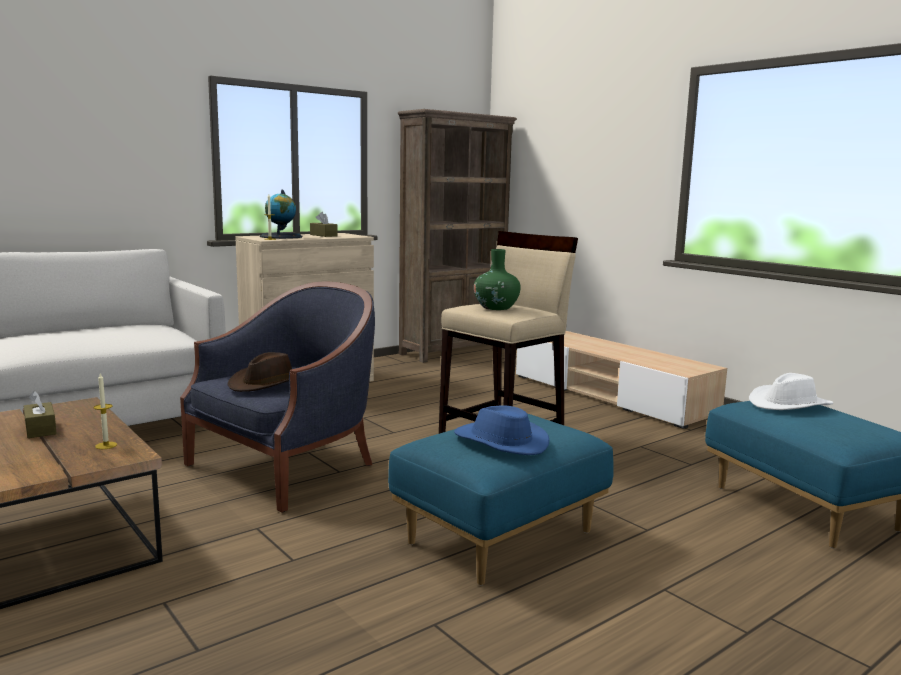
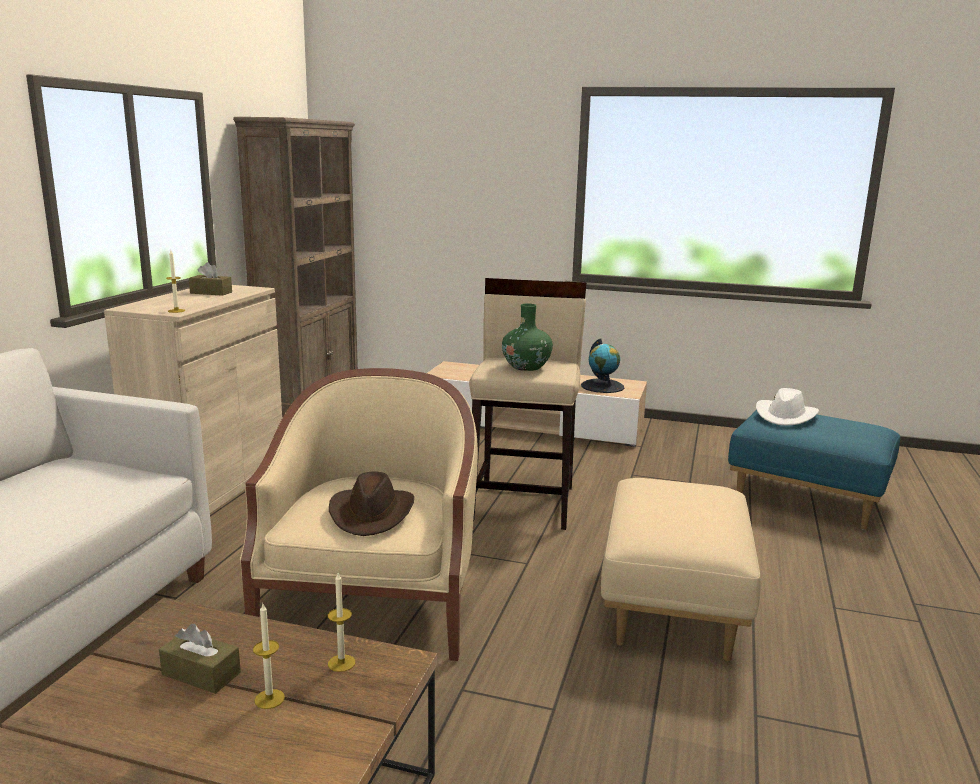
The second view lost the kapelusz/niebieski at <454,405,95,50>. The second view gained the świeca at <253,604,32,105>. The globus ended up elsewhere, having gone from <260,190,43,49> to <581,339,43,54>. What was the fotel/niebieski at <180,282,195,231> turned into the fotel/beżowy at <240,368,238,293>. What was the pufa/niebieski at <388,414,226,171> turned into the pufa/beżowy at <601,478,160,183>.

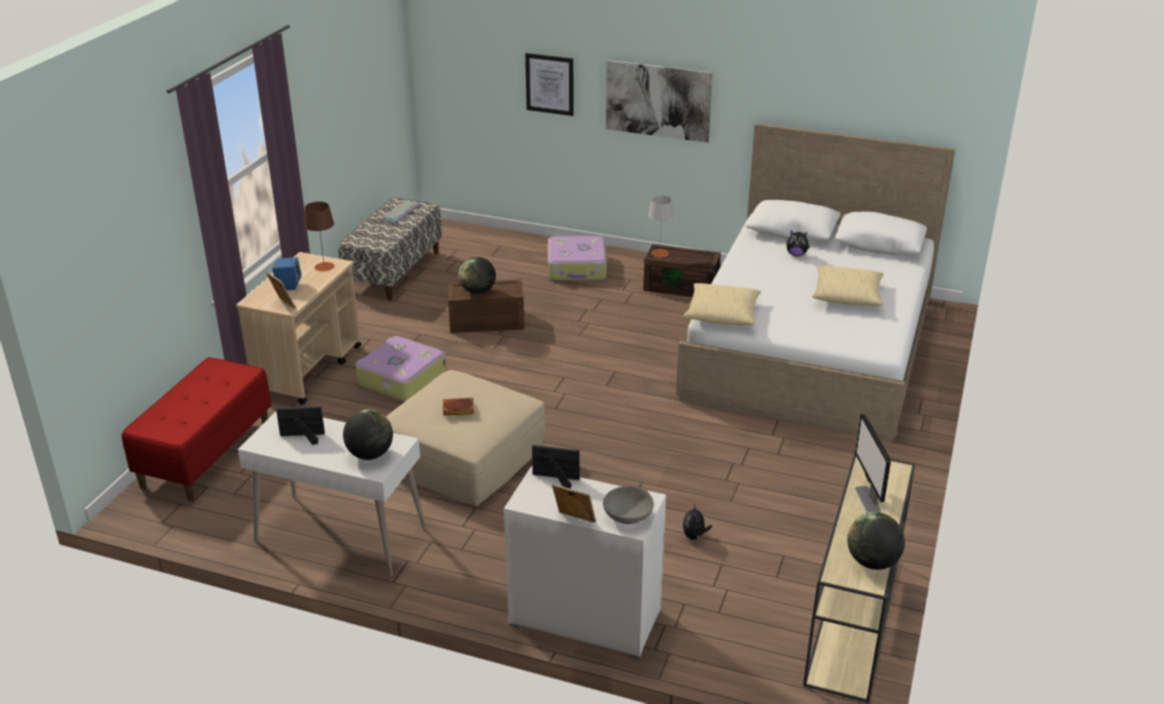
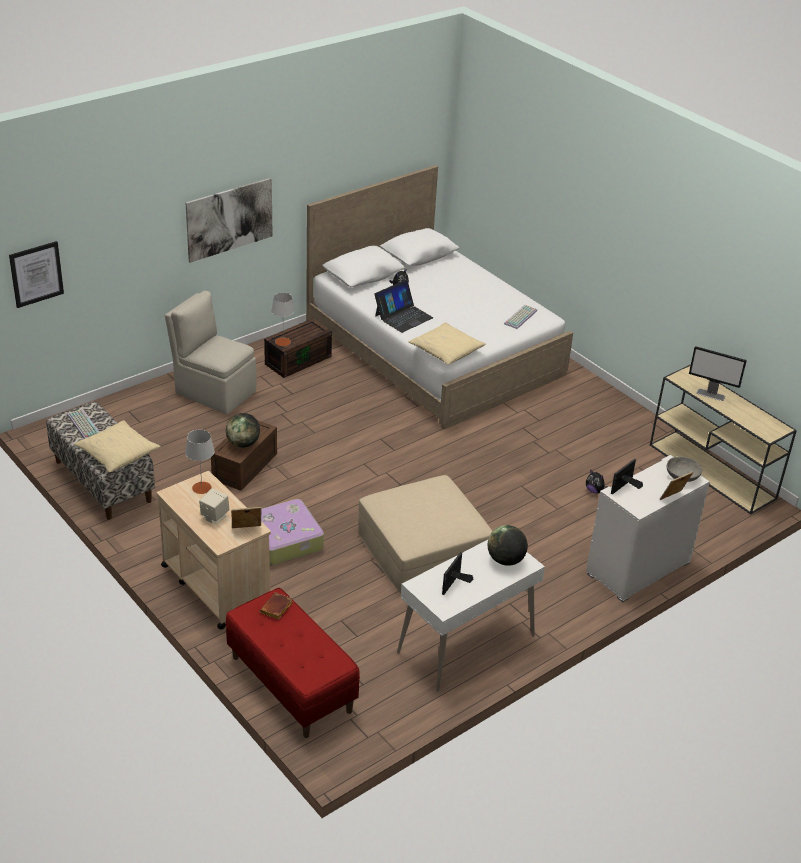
The second view lost the globus at <847,512,58,58>. The second view gained the laptop at <374,280,59,53>. The second view gained the klawiatura at <504,305,33,24>. The książka/brązowy ended up elsewhere, having gone from <443,398,31,18> to <260,592,33,28>. The obraz ended up elsewhere, having gone from <525,53,49,63> to <9,241,55,67>. The poduszka/beżowy ended up elsewhere, having gone from <812,266,71,40> to <74,420,87,52>. Where the walizka stood at <548,236,59,45>, the krzesło/beżowy came to stand at <165,291,92,123>. What was the głośnik/niebieski at <272,257,30,33> turned into the głośnik/beżowy at <199,488,31,36>. What was the lampa stołowa/brązowy at <304,202,30,69> turned into the lampa stołowa/szary at <185,429,29,65>.

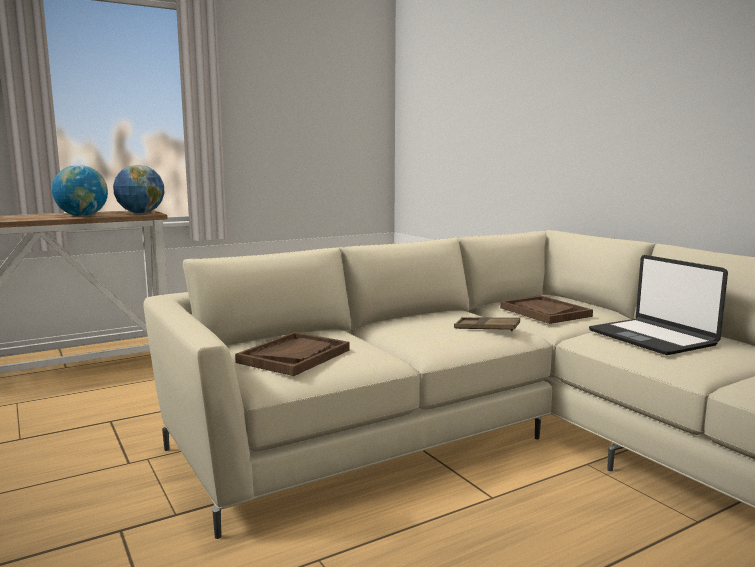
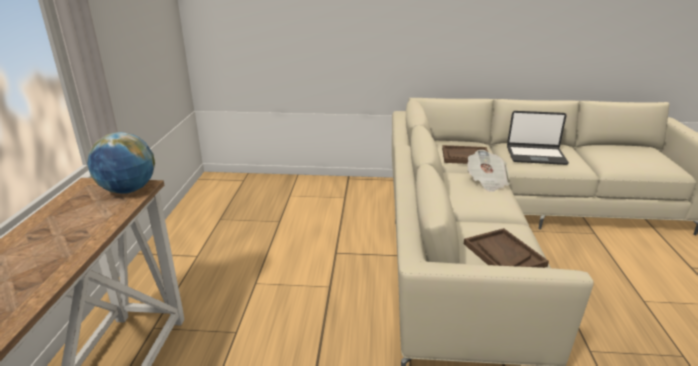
The second view lost the globus at <52,165,56,51>. Where the taca/brązowy stood at <454,317,66,14>, the gazeta came to stand at <467,150,43,42>.

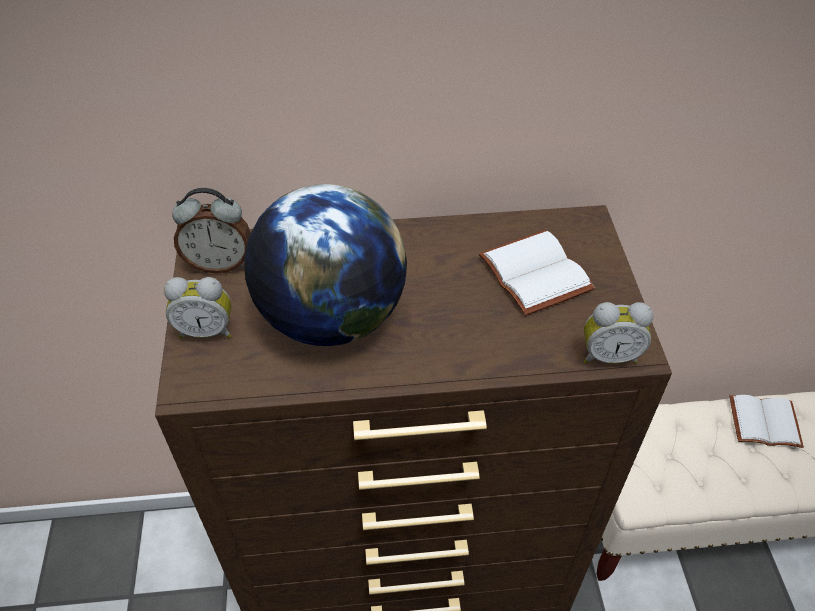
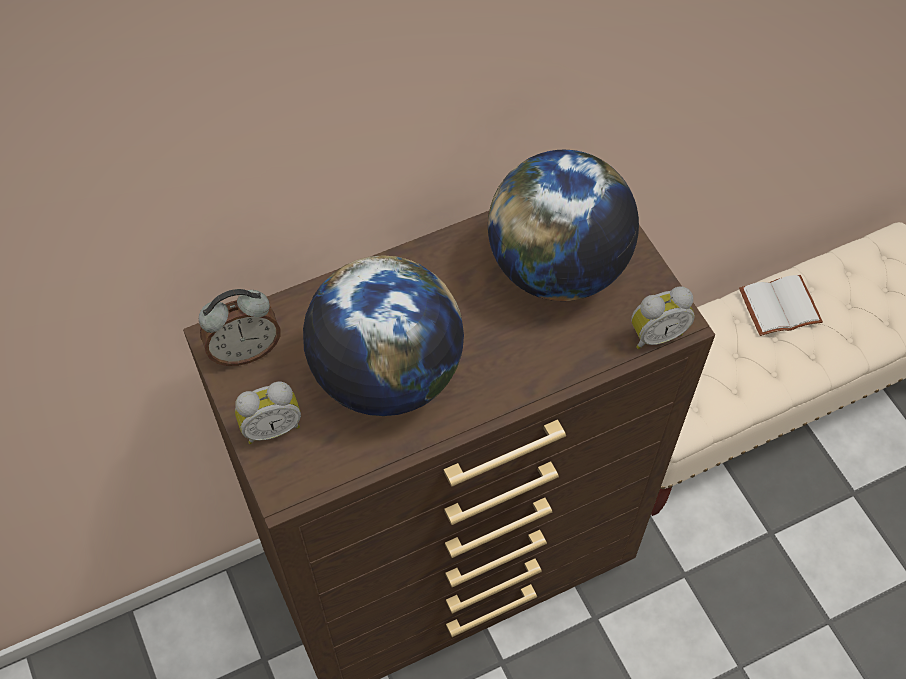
Where the książka/biały stood at <479,230,116,86>, the globus came to stand at <488,150,151,151>.

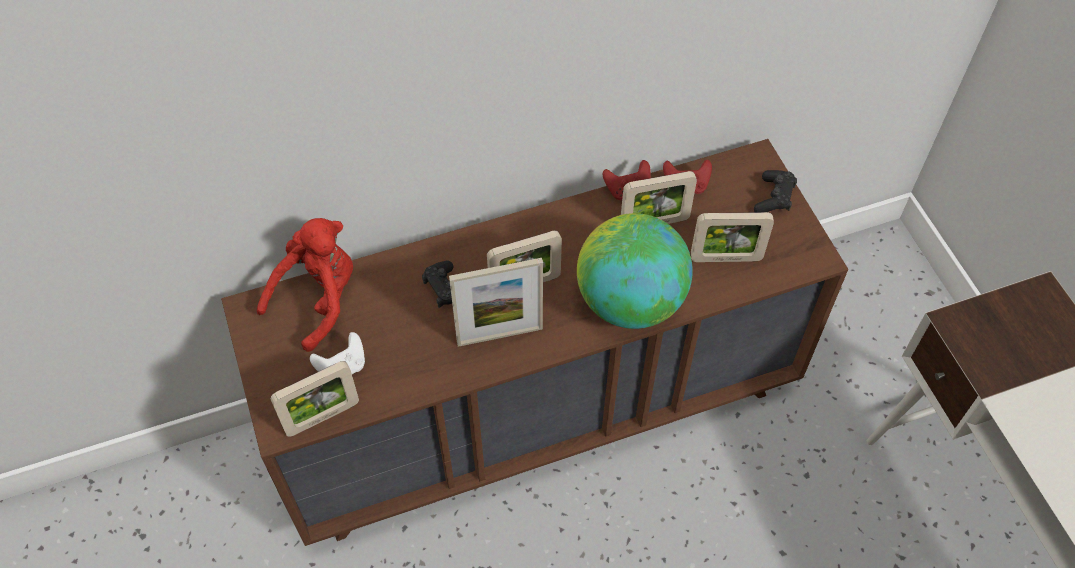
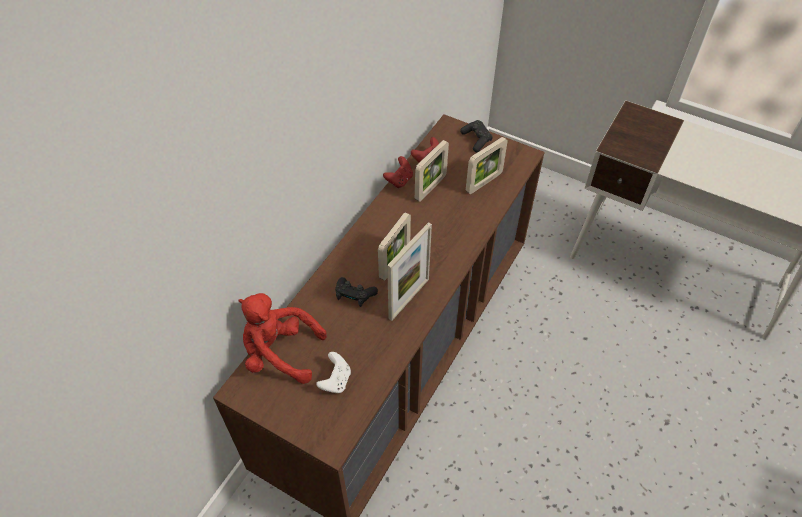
The second view lost the ramka na zdjęcie at <270,361,89,76>. The second view lost the globus at <577,213,116,116>. The pluszak/czerwony at <257,218,96,134> ended up facing another way, 75 degrees counterclockwise from before.

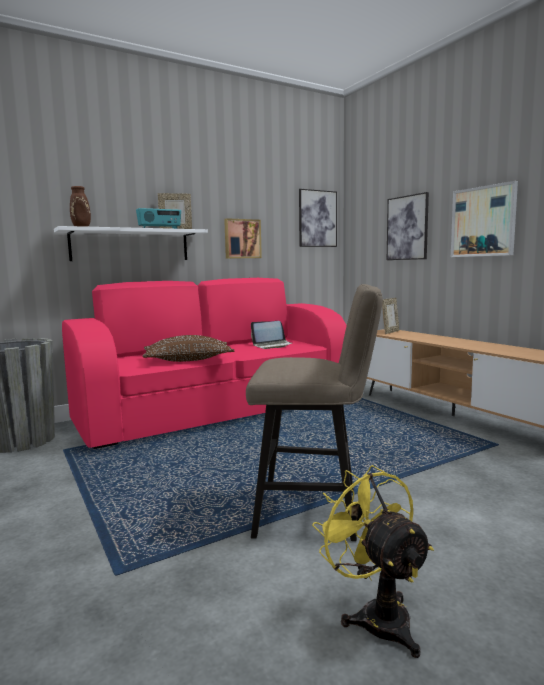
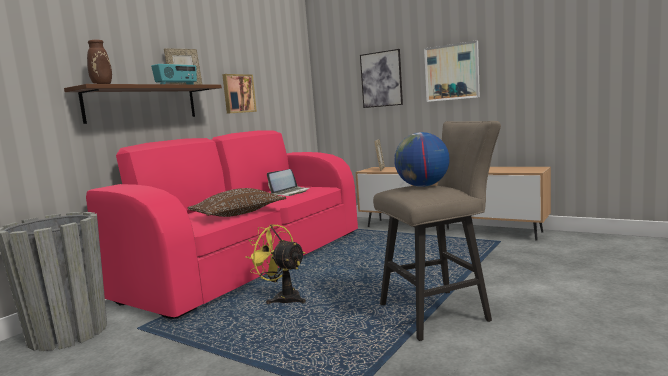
The second view lost the obraz at <299,189,38,58>. The second view gained the globus at <394,132,56,55>. The wentylator/żółty ended up elsewhere, having gone from <312,465,122,193> to <245,224,61,80>. What was the półka/biały at <54,226,154,35> turned into the półka/brązowy at <64,84,158,40>.

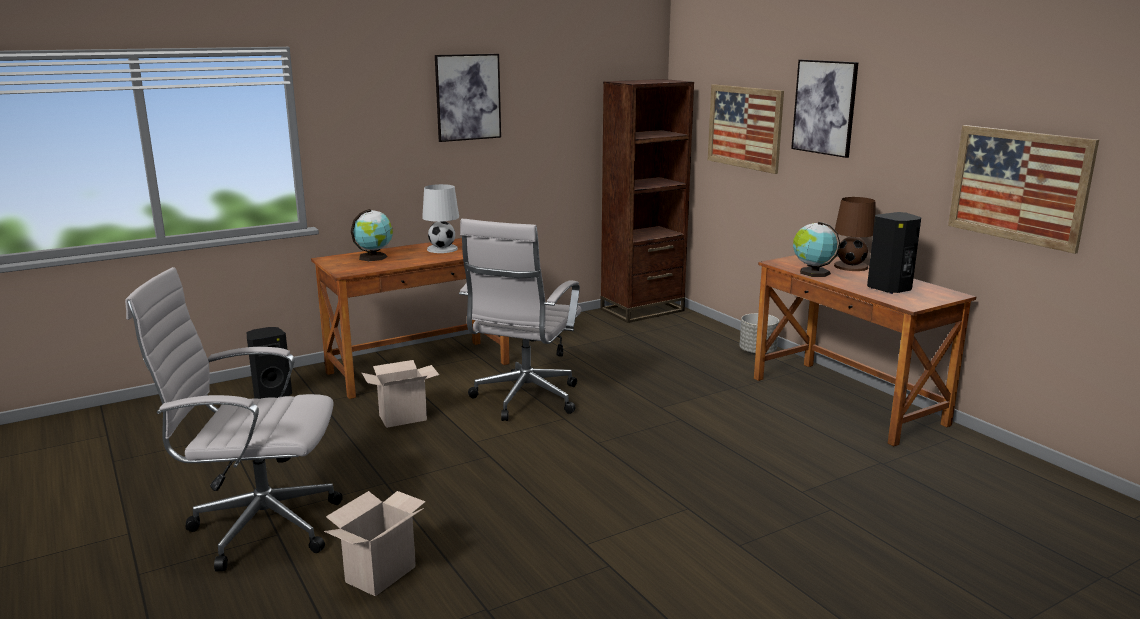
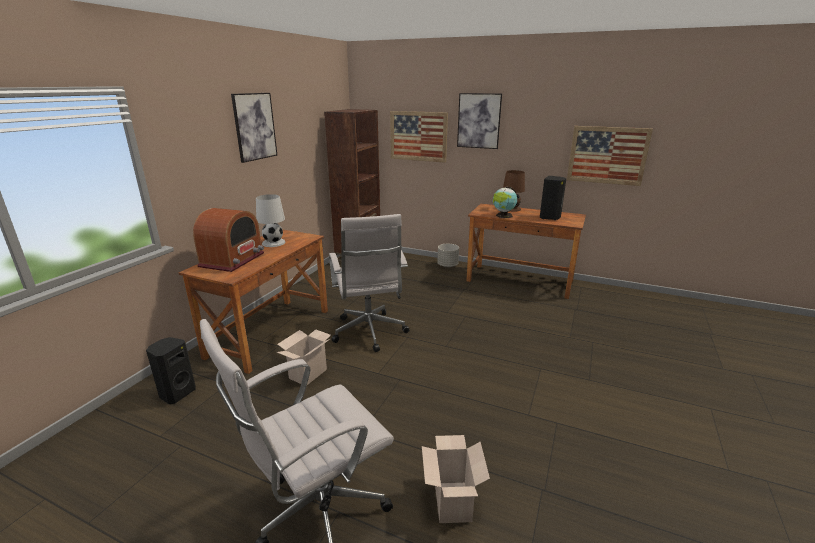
Where the globus stood at <351,209,42,52>, the radio came to stand at <193,208,71,64>.

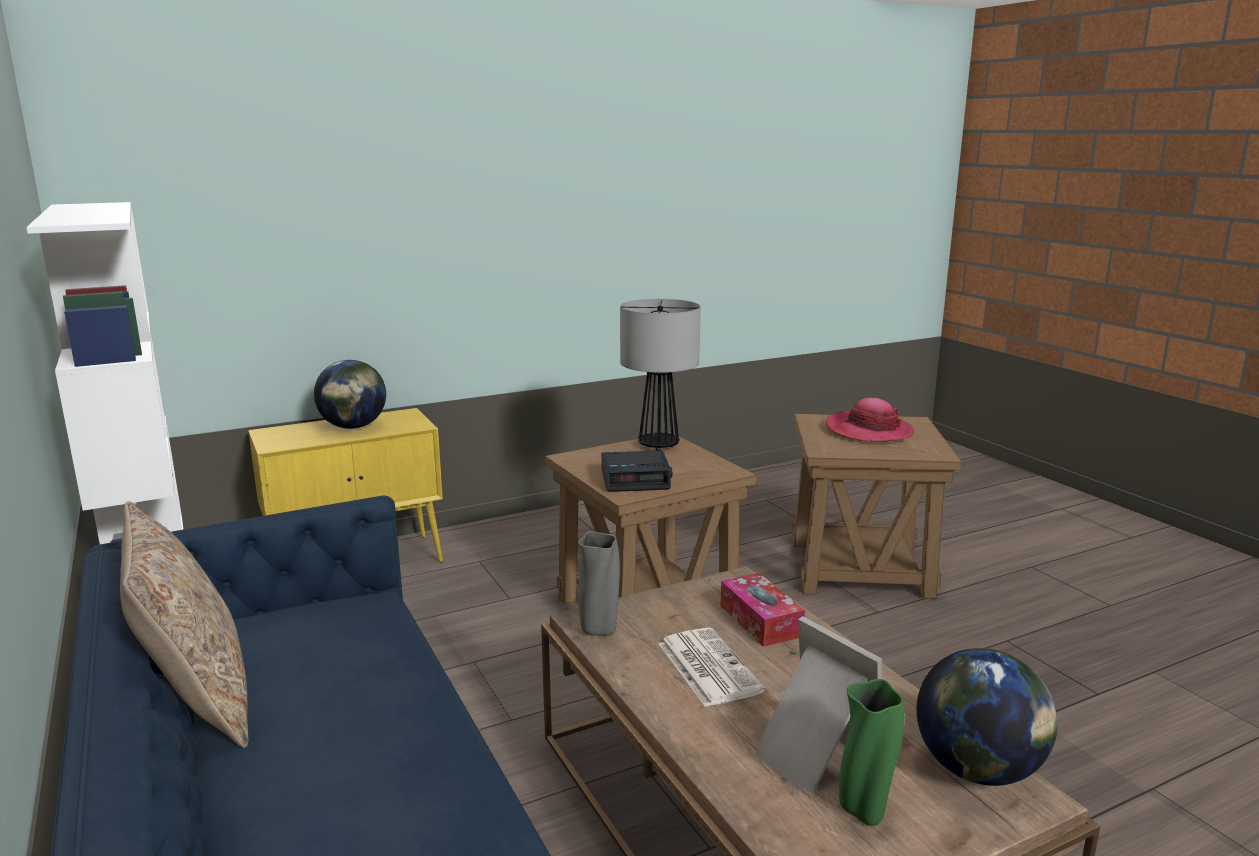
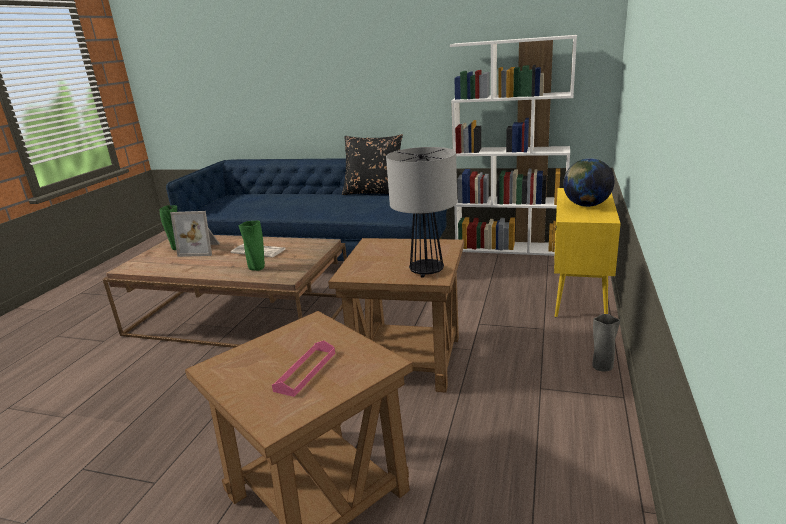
The second view lost the budzik at <601,450,71,42>. The second view lost the globus at <916,648,142,138>. The wazon/szary ended up elsewhere, having gone from <578,531,42,105> to <592,314,28,57>. Where the pudełko chusteczek stood at <720,573,85,74>, the wazon/zielony came to stand at <239,220,26,51>. Where the kapelusz stood at <826,398,88,44>, the taca/różowy came to stand at <272,341,63,56>. What was the poduszka/beżowy at <120,501,128,247> turned into the poduszka/czarny at <342,134,61,61>.

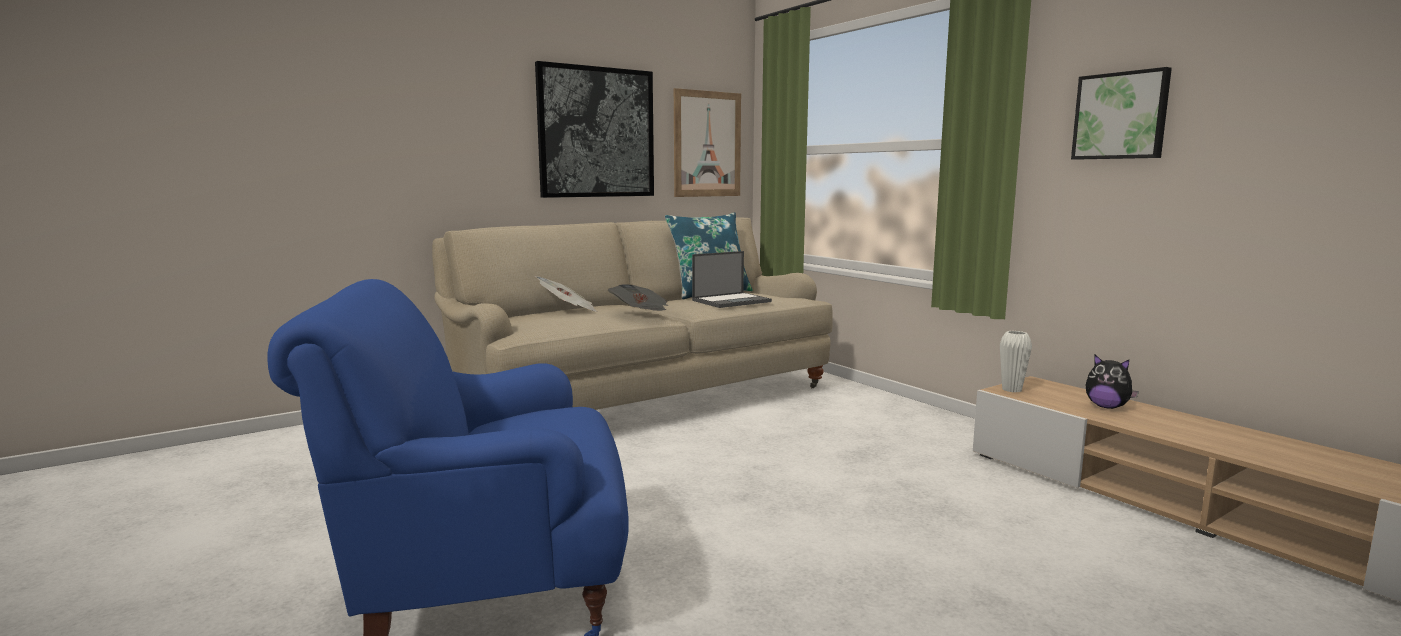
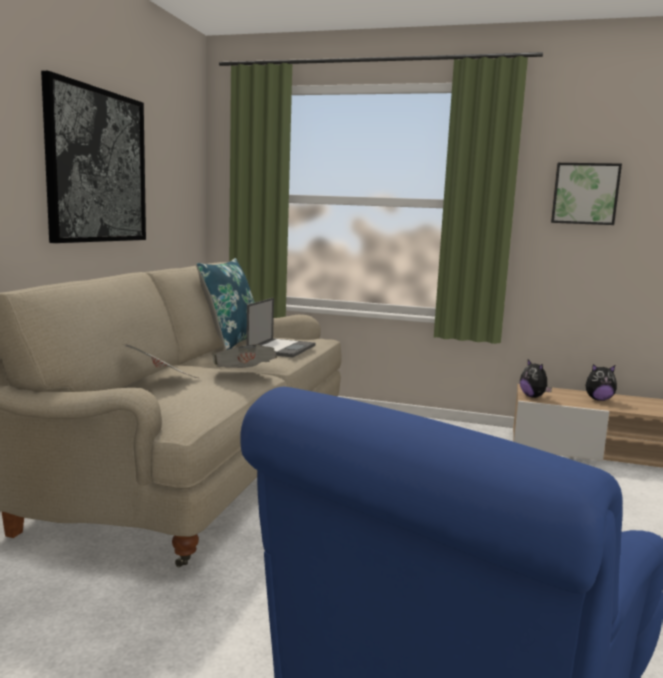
The second view lost the obraz at <674,88,67,109>. Where the wazon/biały stood at <1000,331,32,61>, the pluszak came to stand at <520,359,32,39>.

